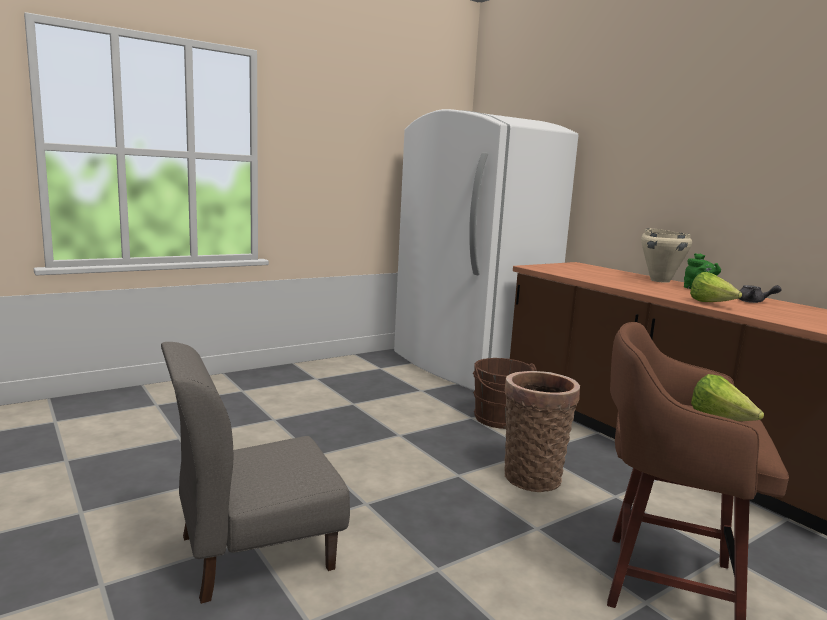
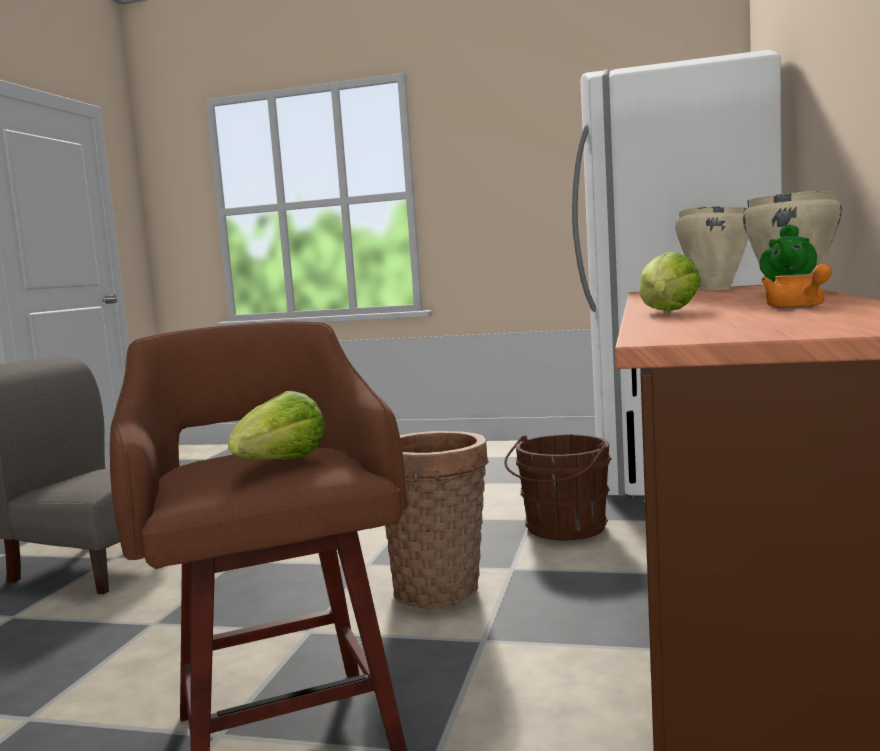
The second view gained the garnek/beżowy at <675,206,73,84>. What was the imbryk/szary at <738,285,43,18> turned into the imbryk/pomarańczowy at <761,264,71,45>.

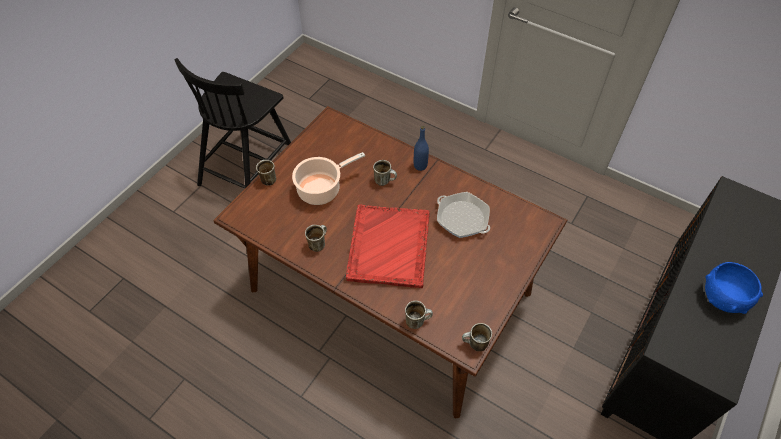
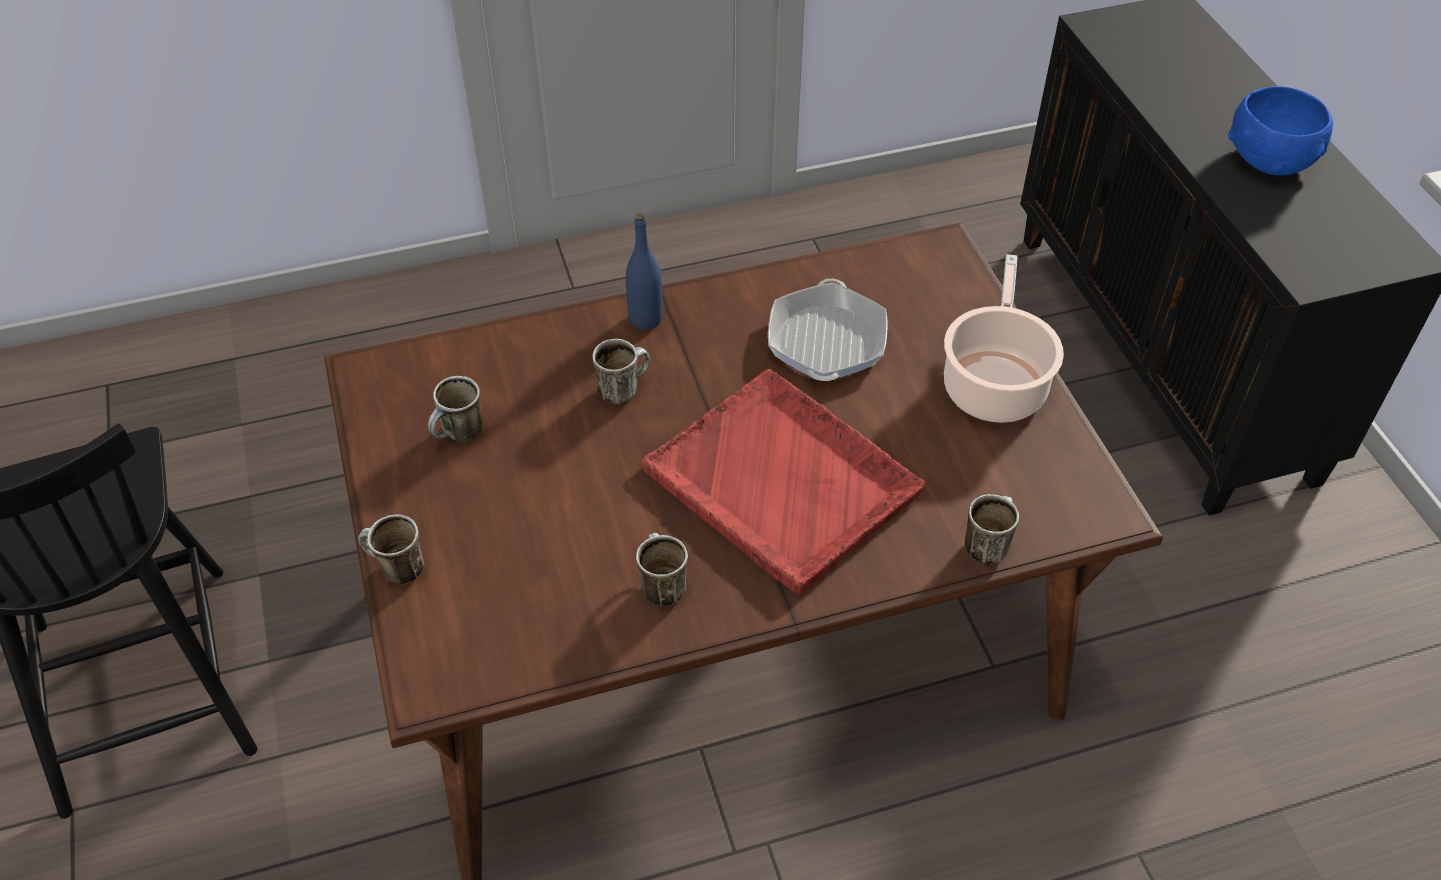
The garnek ended up elsewhere, having gone from <292,152,73,53> to <944,254,120,169>. The kubek ended up elsewhere, having gone from <462,323,30,28> to <428,376,54,66>. The patelnia at <437,192,53,46> ended up facing another way, 75 degrees counterclockwise from before.

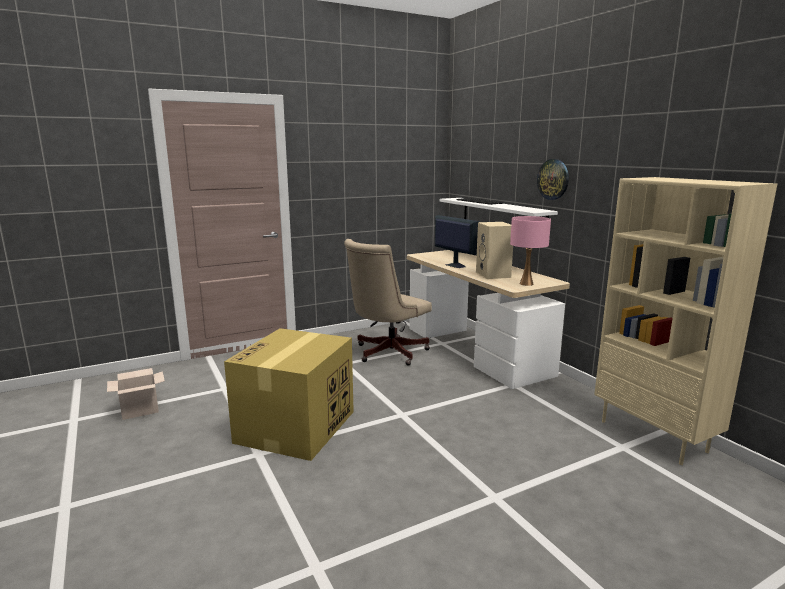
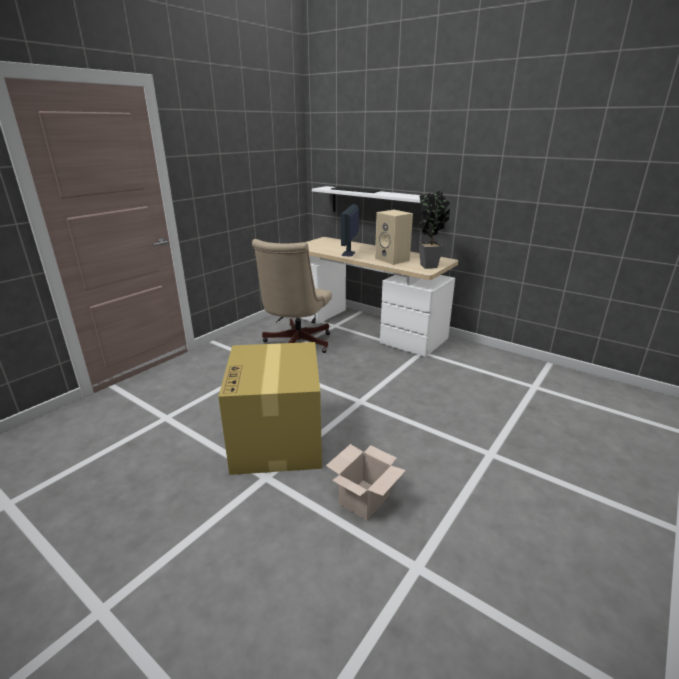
The second view lost the zegar ścienny at <537,159,32,41>. The second view lost the regał/beżowy at <594,177,183,288>. The karton ended up elsewhere, having gone from <107,368,58,52> to <326,444,80,76>. Where the lampa stołowa/różowy stood at <510,216,41,70>, the roślina doniczkowa came to stand at <417,191,33,78>. The monitor at <435,215,44,53> ended up facing another way, 105 degrees counterclockwise from before.

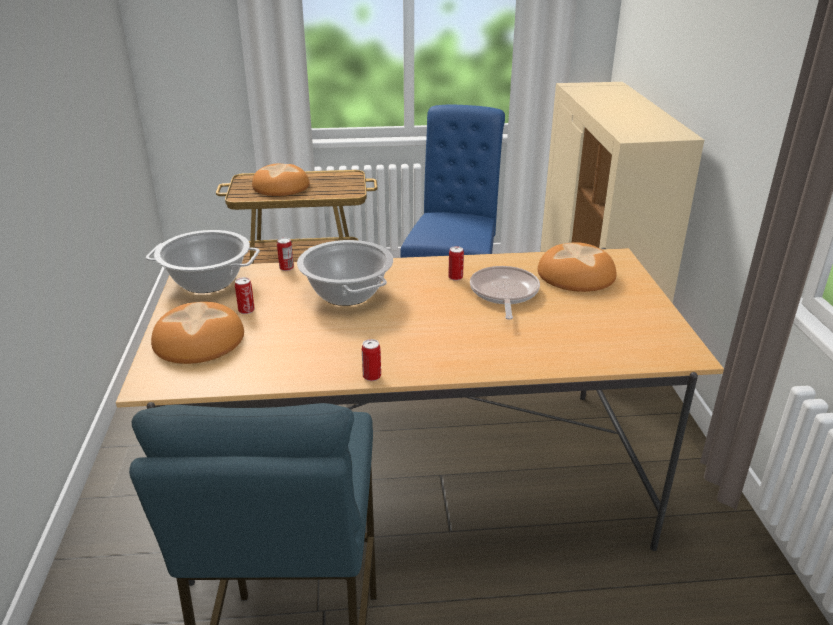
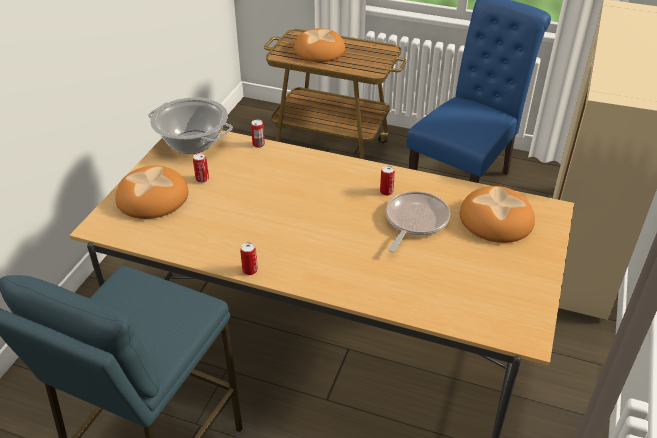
The second view lost the garnek at <297,240,96,66>.

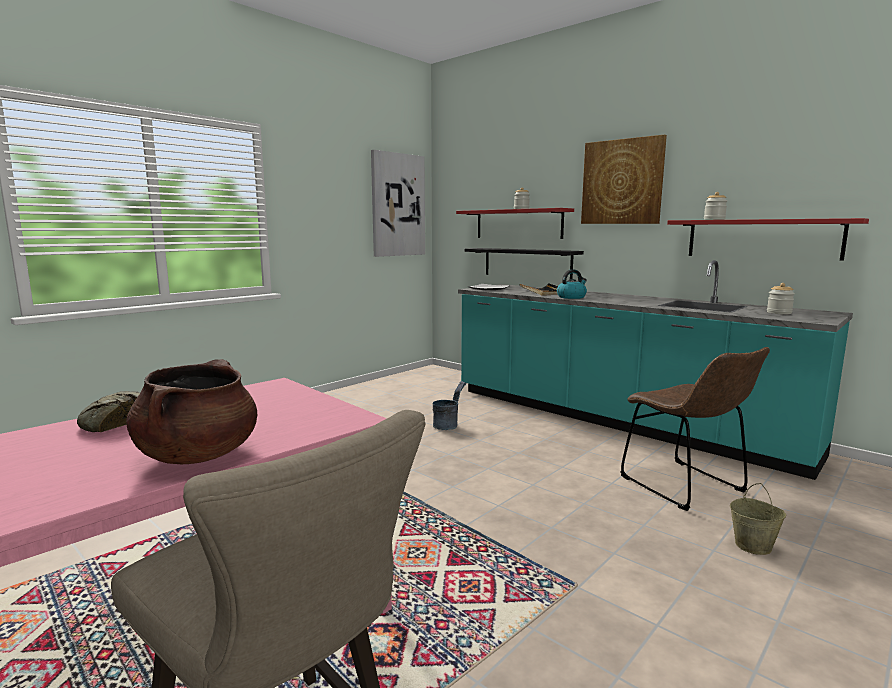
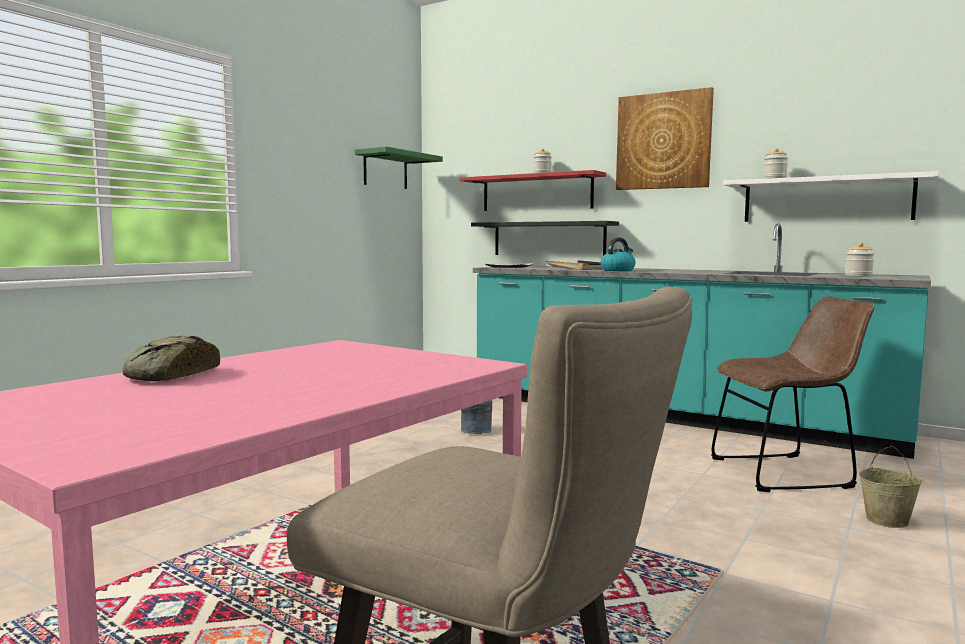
The second view lost the garnek/brązowy at <126,359,131,105>. Where the obraz hung at <371,150,54,107>, the półka/zielony came to hang at <355,147,88,42>. What was the półka/czerwony at <667,218,202,43> turned into the półka/biały at <723,171,216,51>. The krzesło/brązowy at <621,347,149,164> ended up facing another way, 60 degrees counterclockwise from before.

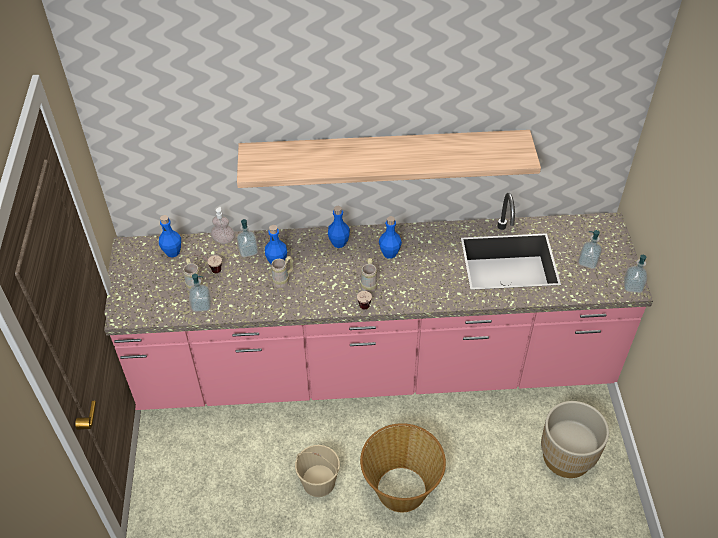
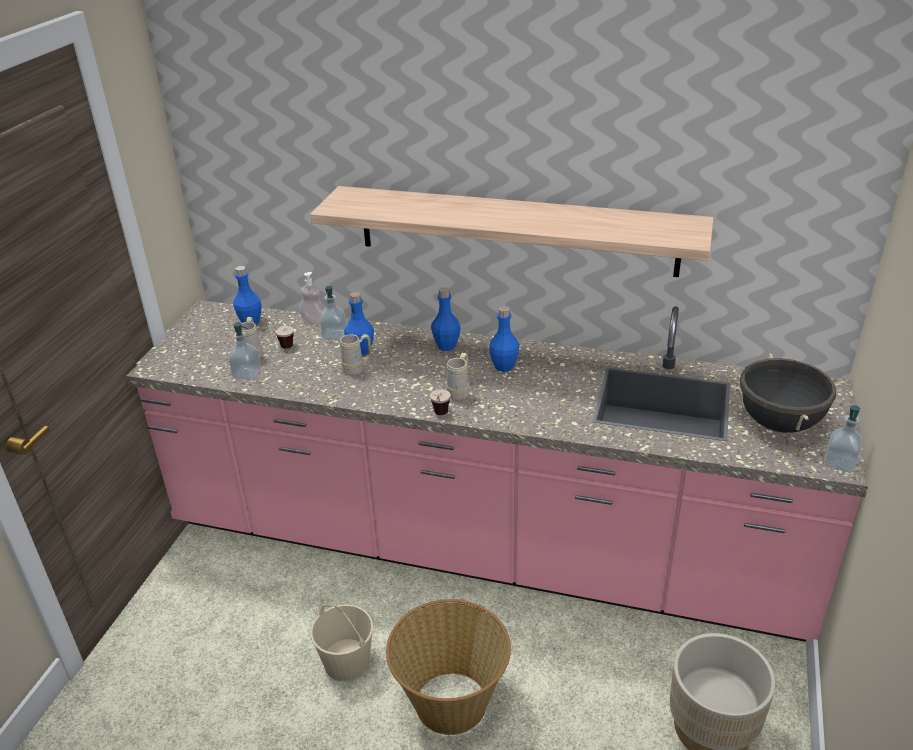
Where the dozownik mydła stood at <578,230,24,39>, the garnek/czarny came to stand at <731,353,114,80>.

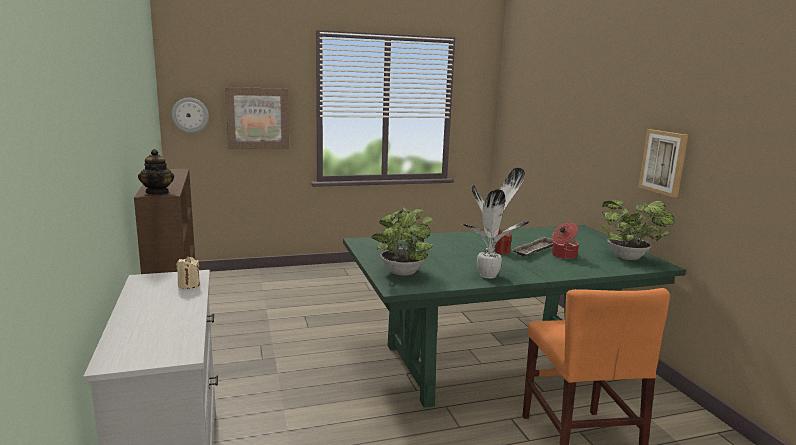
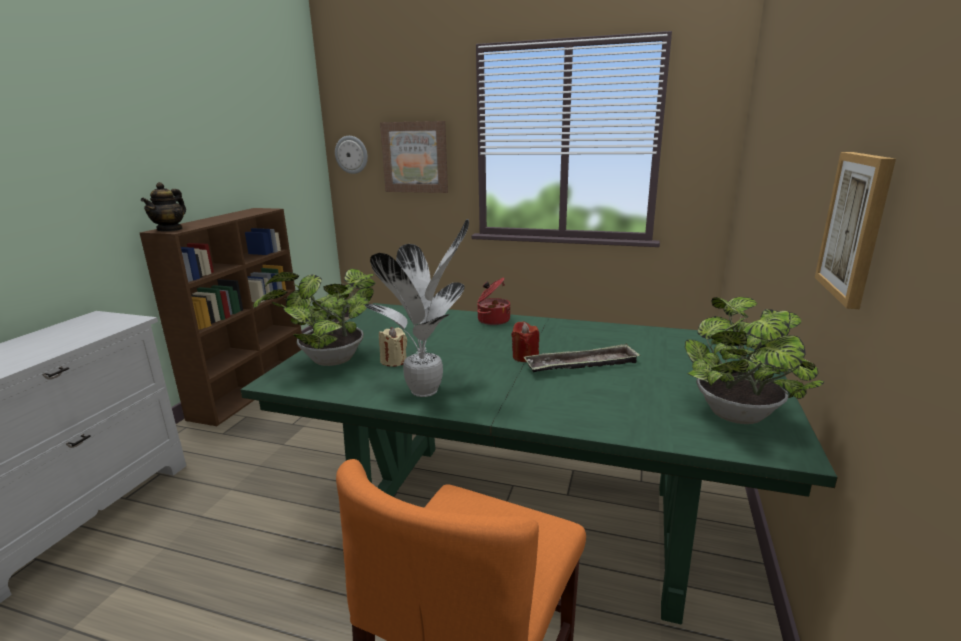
The świeca/beżowy ended up elsewhere, having gone from <176,256,24,33> to <379,327,28,40>. The garnek ended up elsewhere, having gone from <552,223,27,36> to <477,277,34,48>.

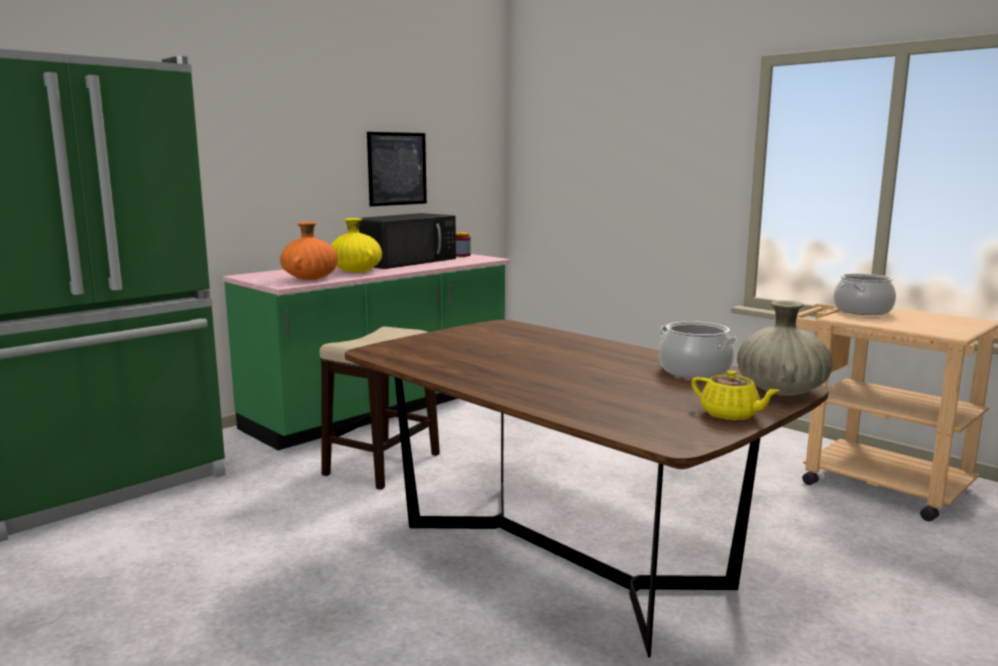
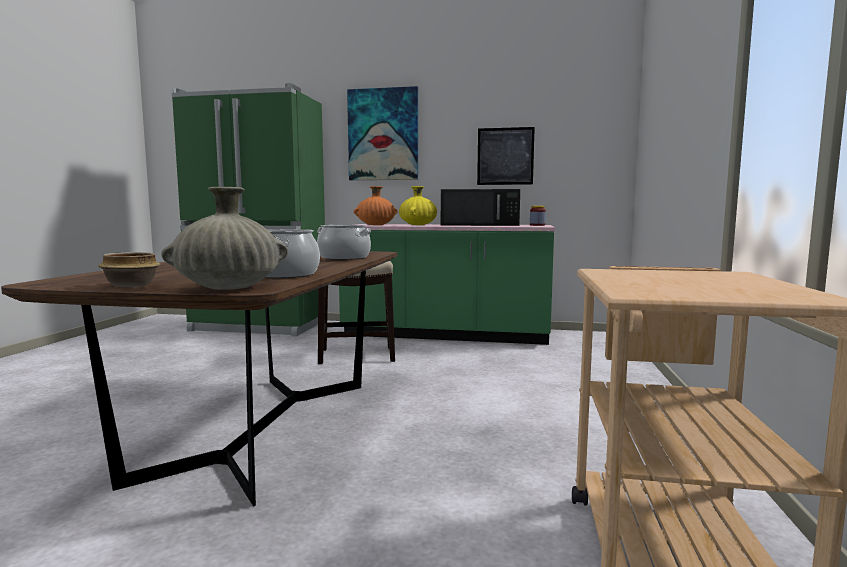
The second view gained the obraz at <347,86,71,94>. The garnek ended up elsewhere, having gone from <833,274,63,41> to <317,225,54,35>. Where the imbryk/żółty stood at <691,370,89,51>, the miska came to stand at <98,252,63,35>.

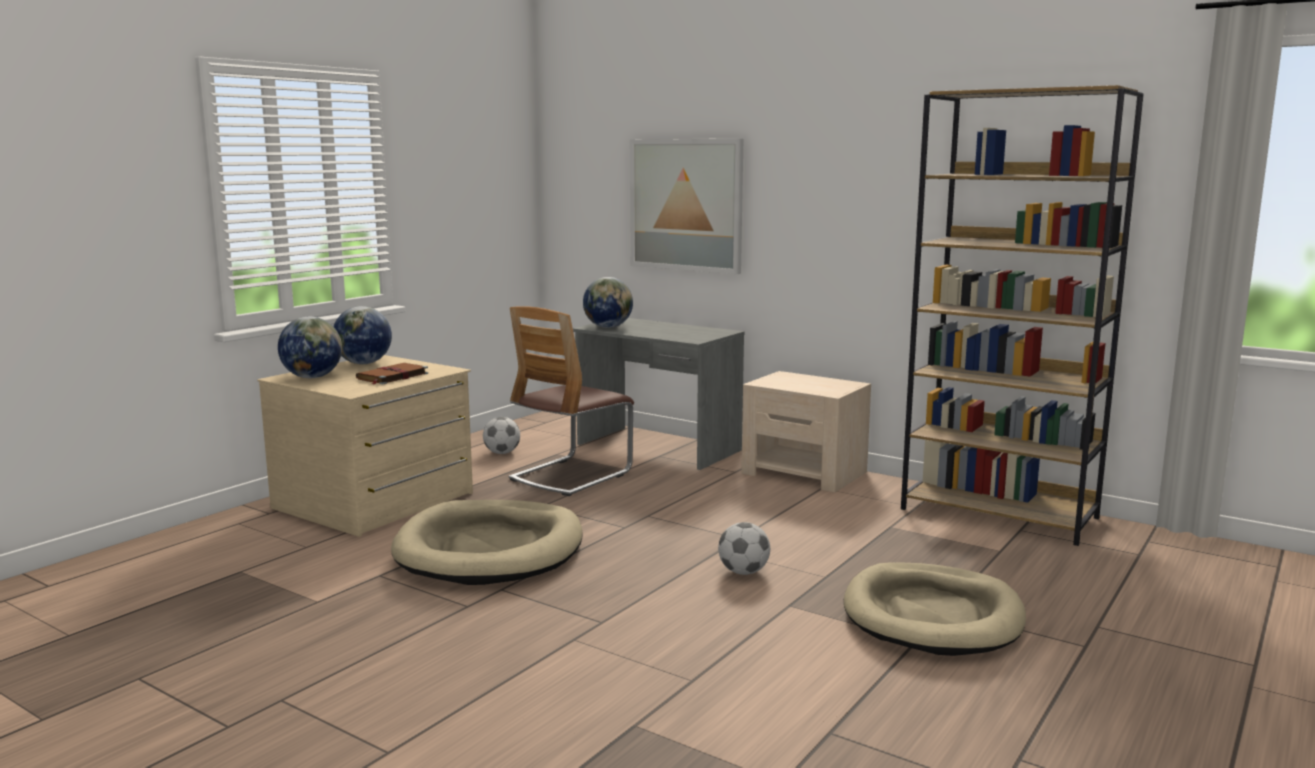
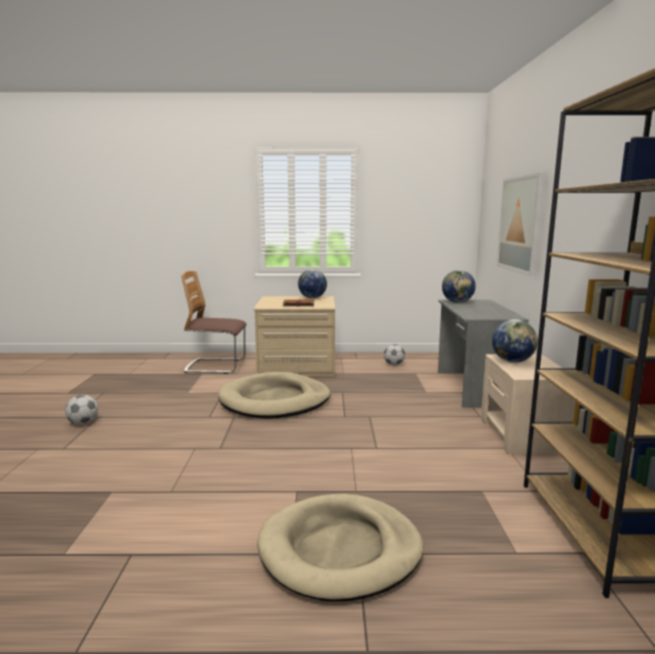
The globus ended up elsewhere, having gone from <278,317,64,61> to <492,319,46,44>. The krzesło ended up elsewhere, having gone from <509,306,125,190> to <181,271,65,103>. The piłka futbolowa ended up elsewhere, having gone from <718,522,52,53> to <65,395,33,30>.

